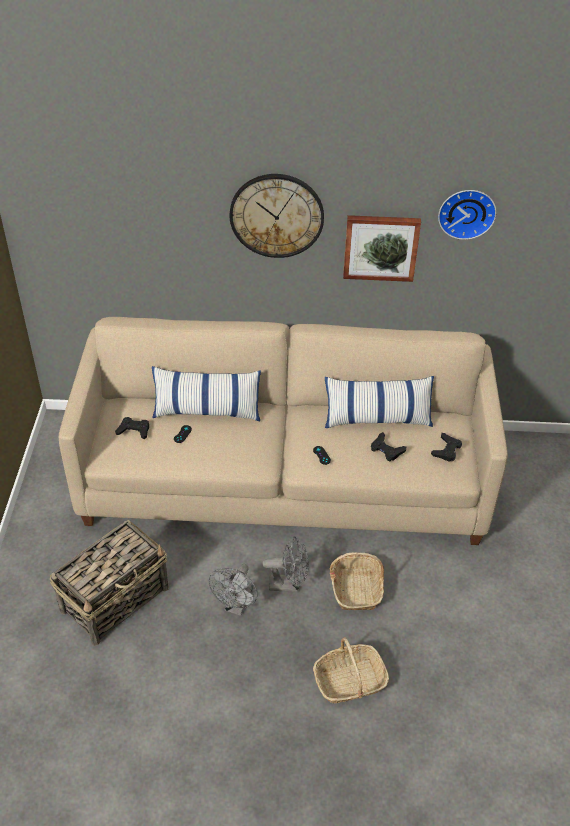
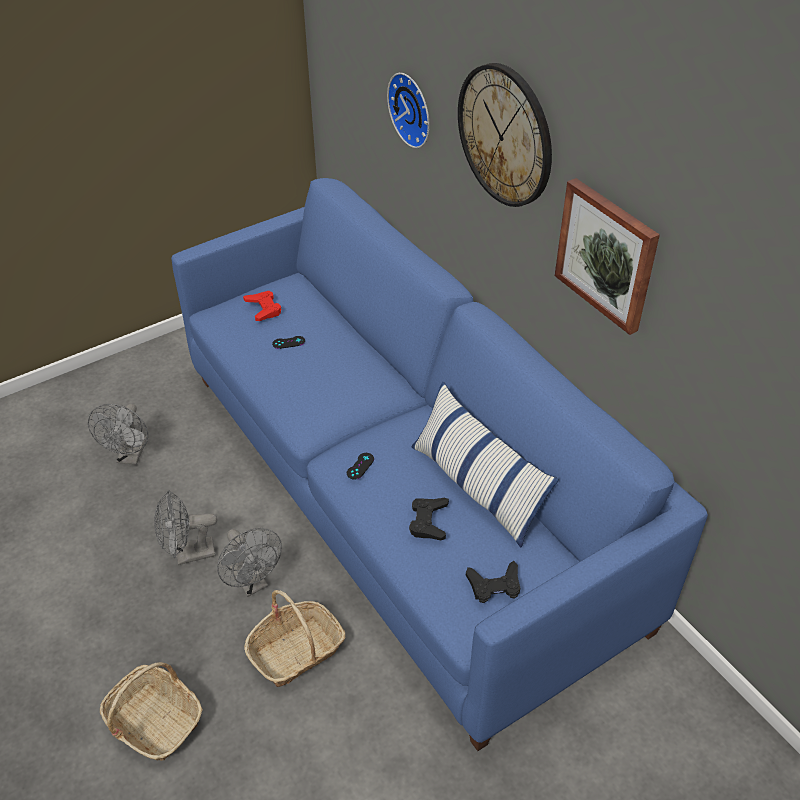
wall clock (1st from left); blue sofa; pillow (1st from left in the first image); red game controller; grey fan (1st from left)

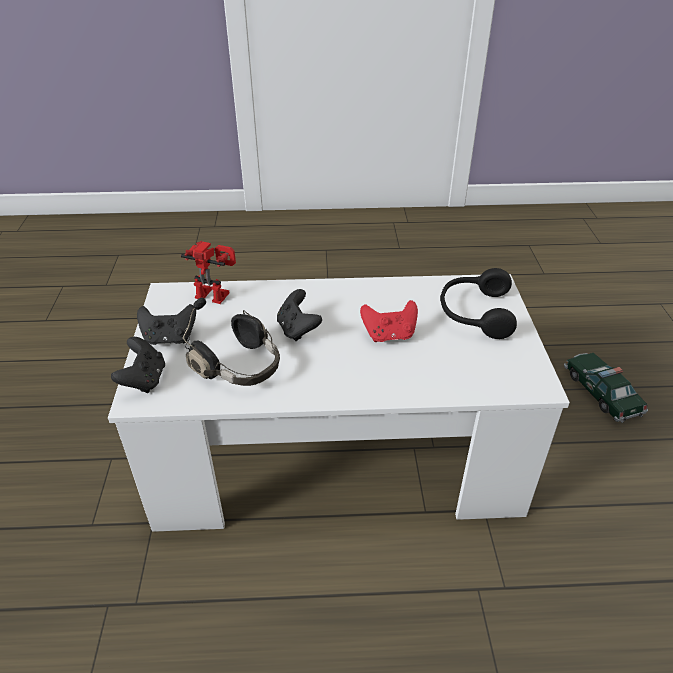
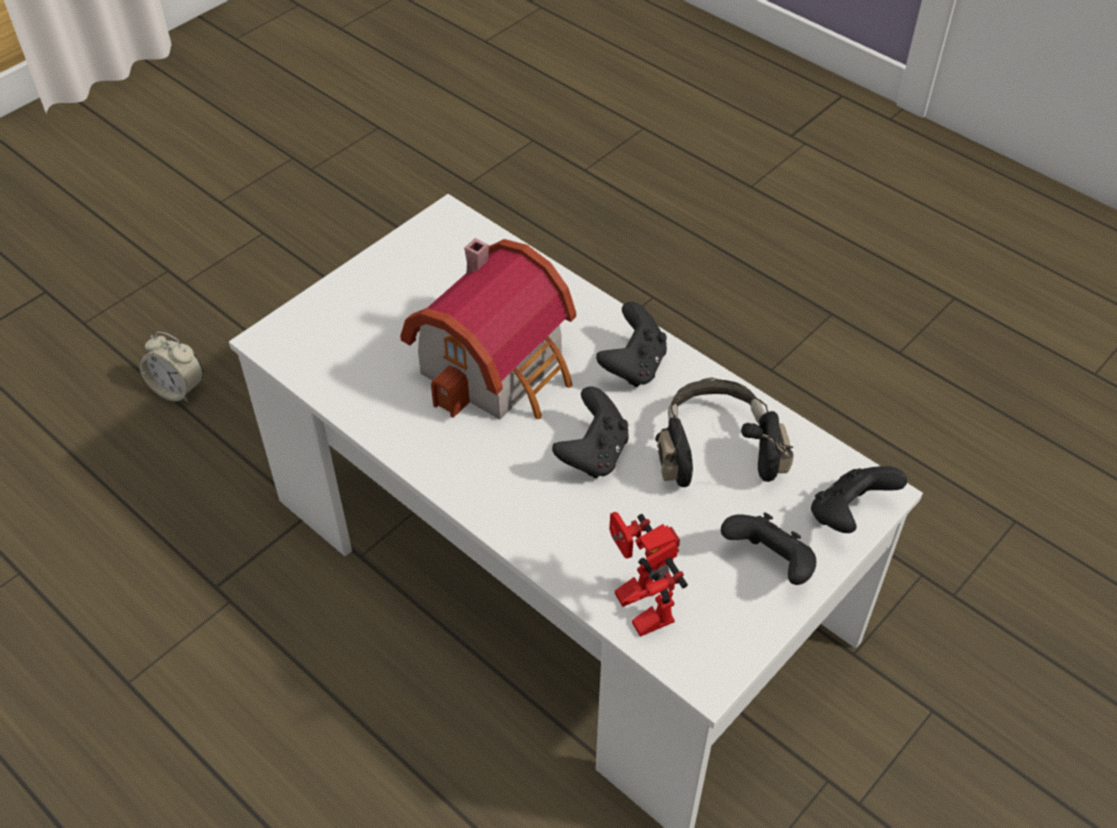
black headphones (2nd from left in the first image); toy house; alarm clock; black game controller (2nd from left)

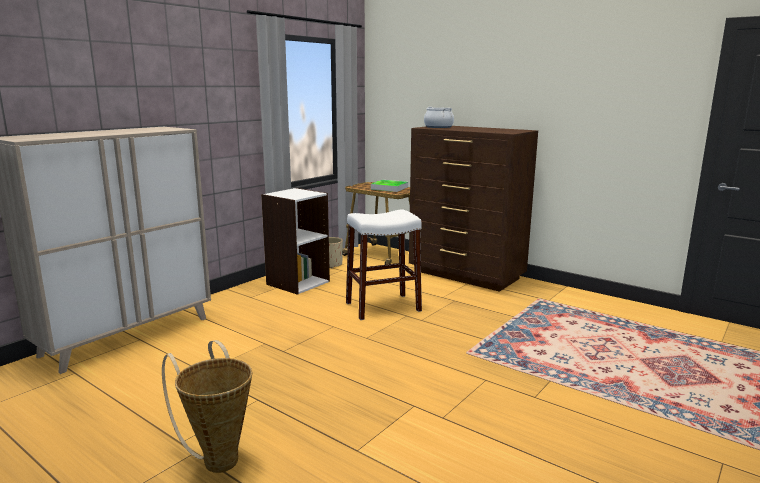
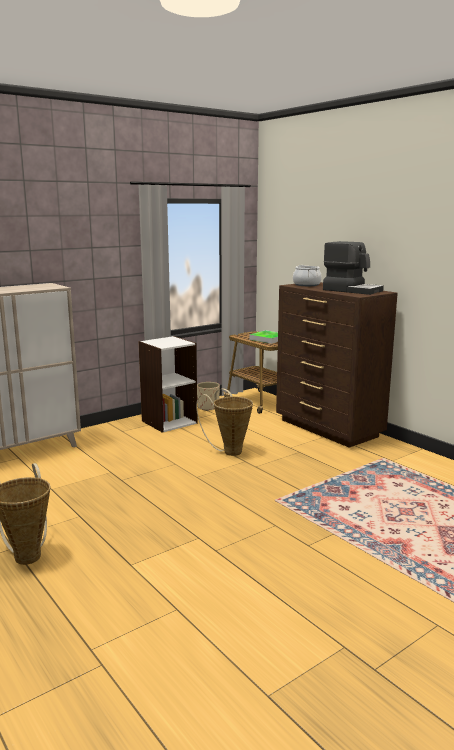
basket (2nd from left); coffee machine

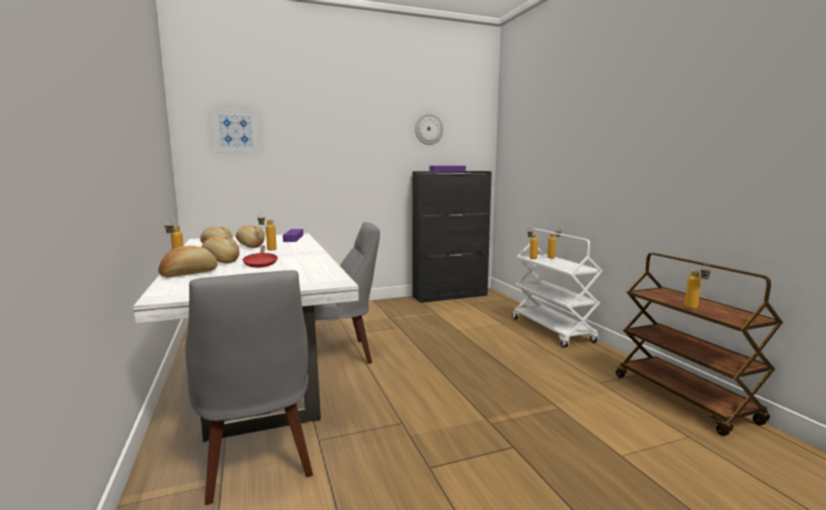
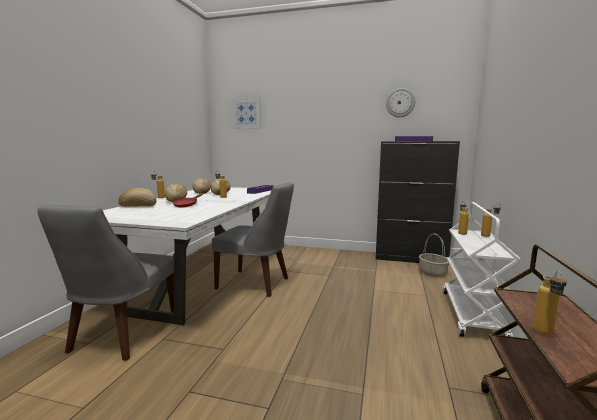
basket

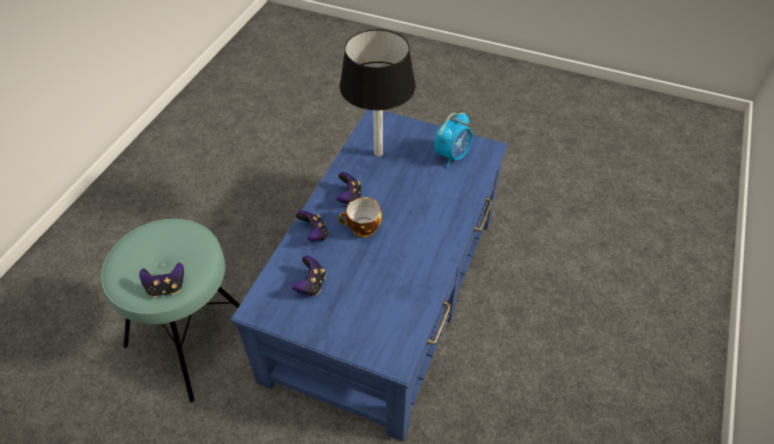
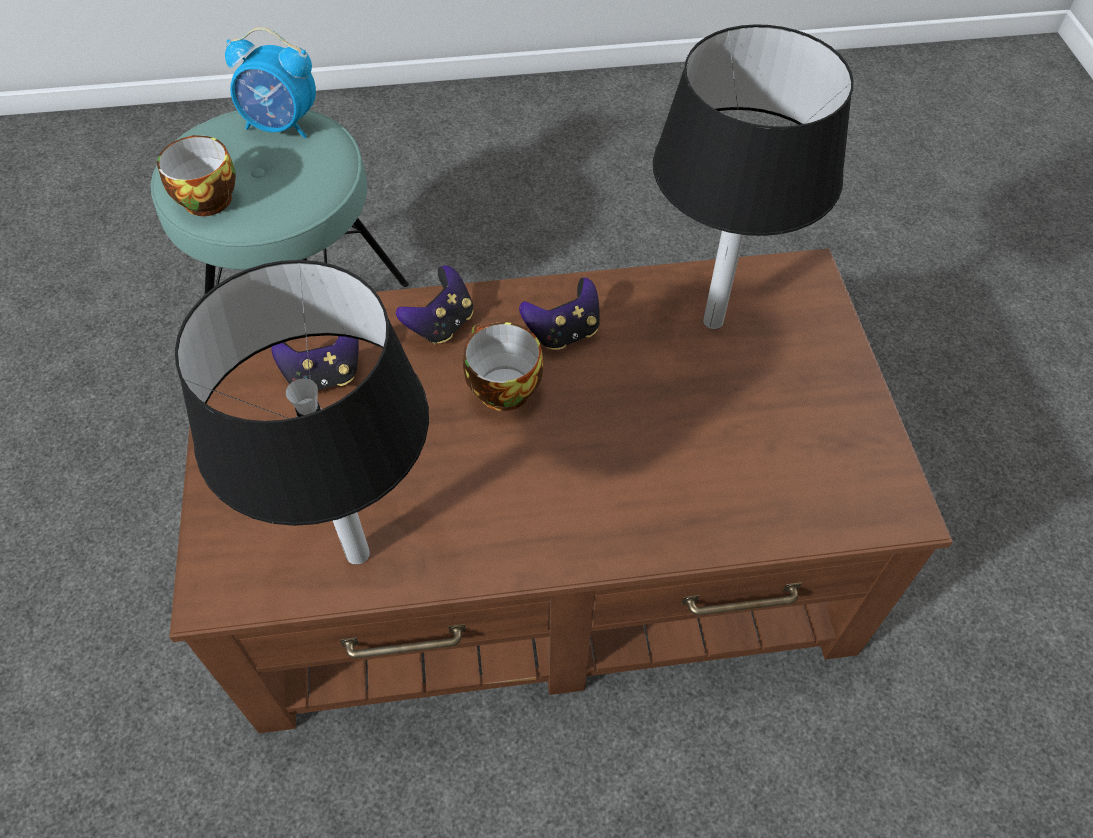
brown coffee table; alarm clock; cup (1st from left); black table lamp (1st from left)

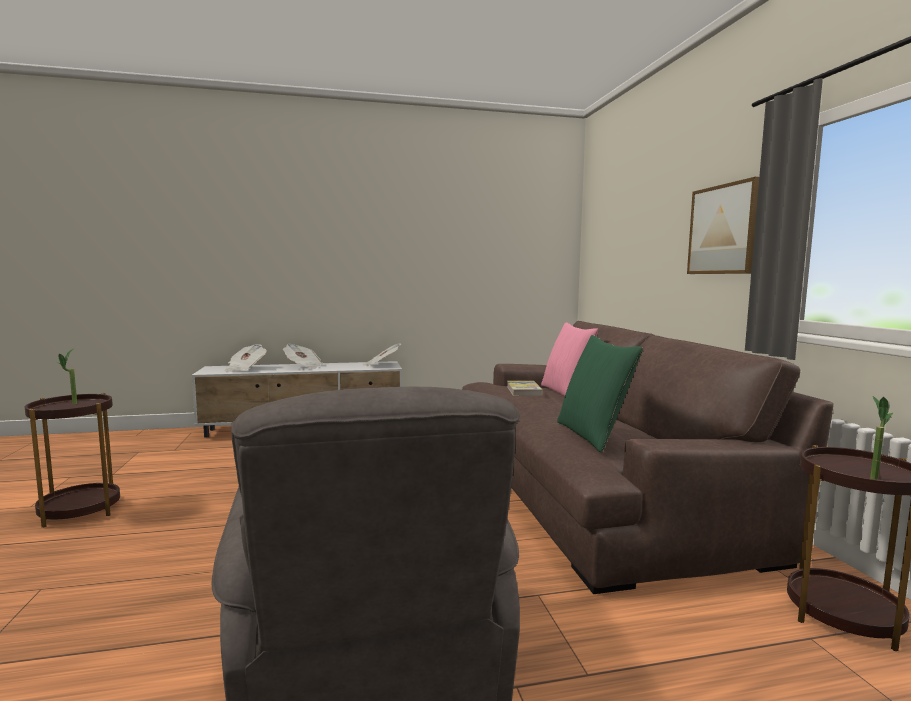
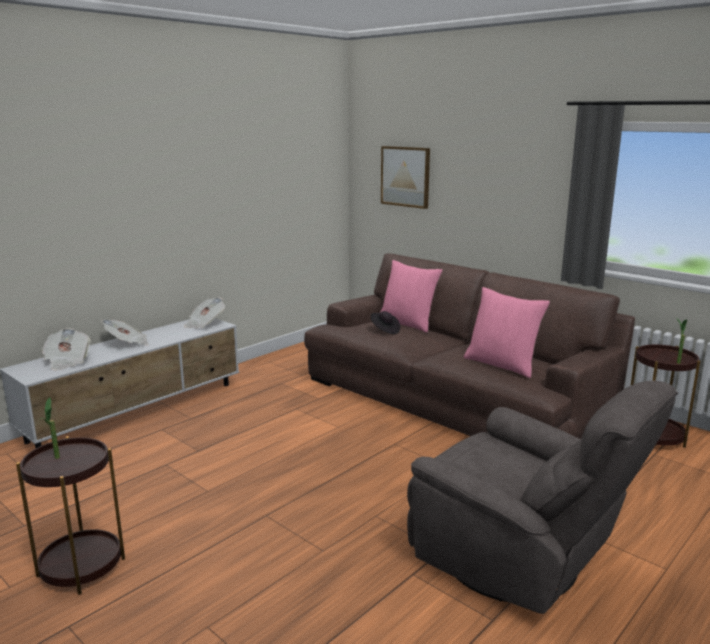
picture; pink pillow (2nd from left); black hat

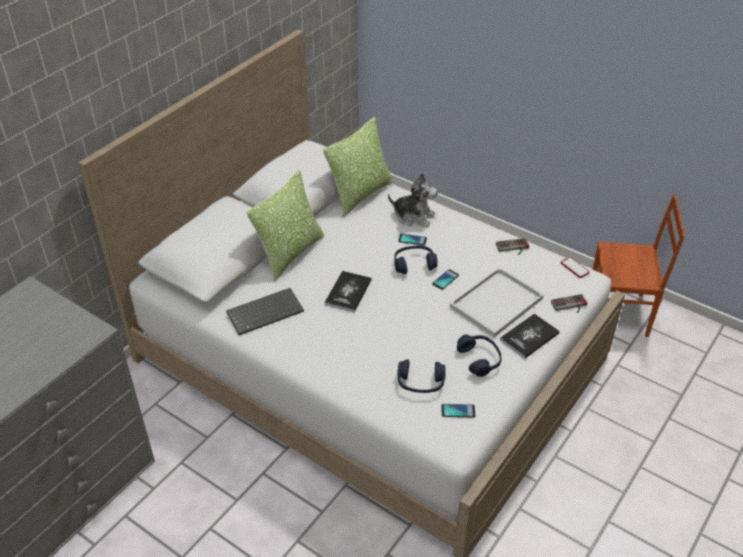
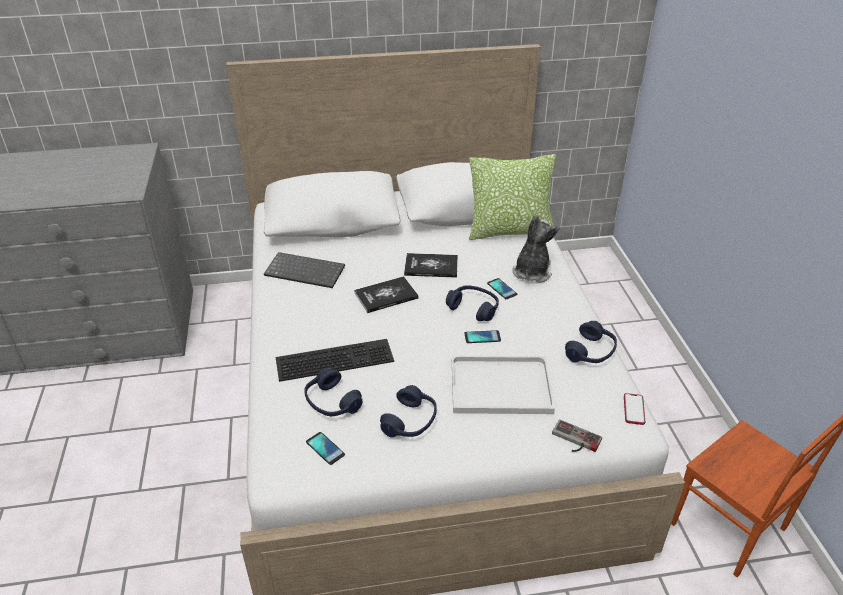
pillow (1st from left in the first image); plush toy; blue headphones (4th from left); book (2nd from left); keyboard (2nd from left)

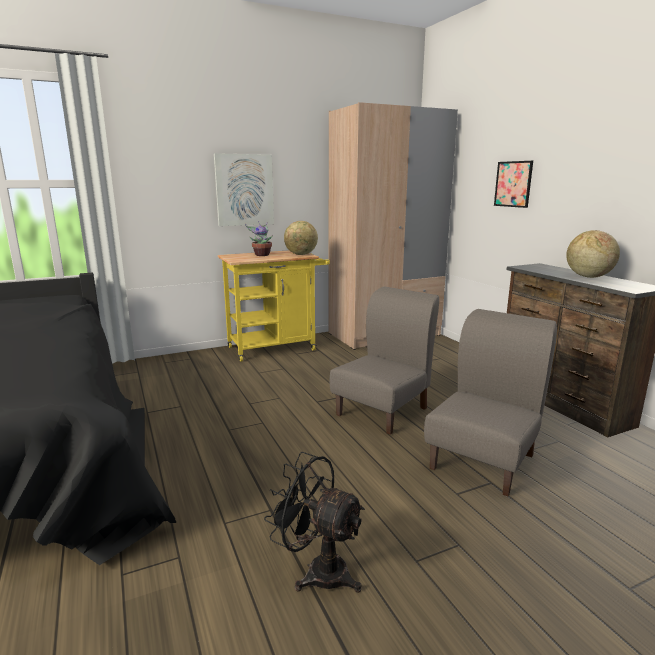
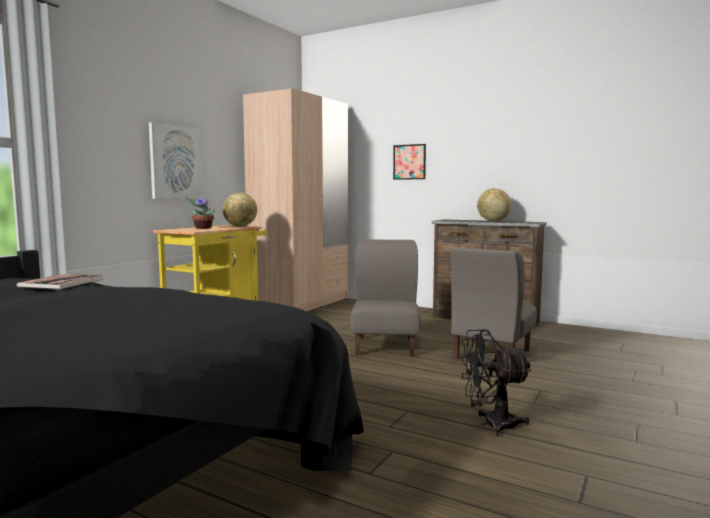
grey chair (2nd from left); book

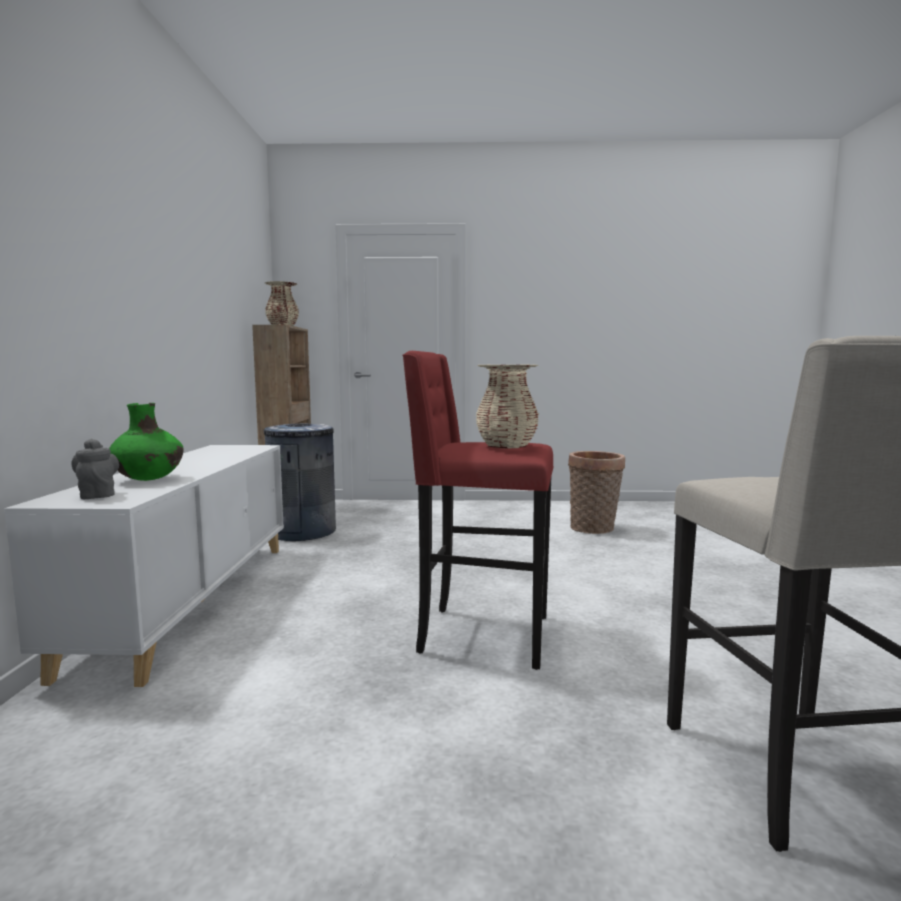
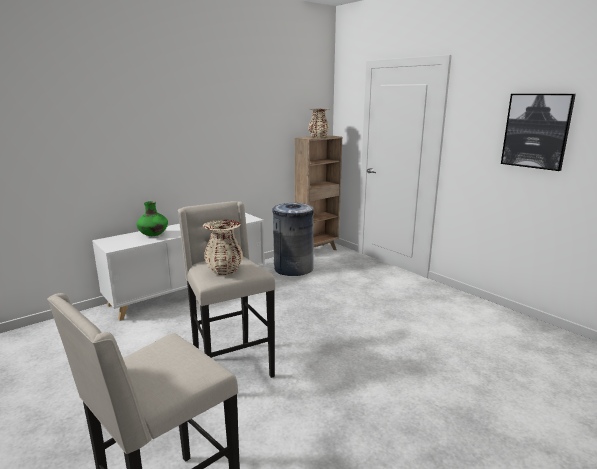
beige stool (2nd from left); grey teapot; basket; picture

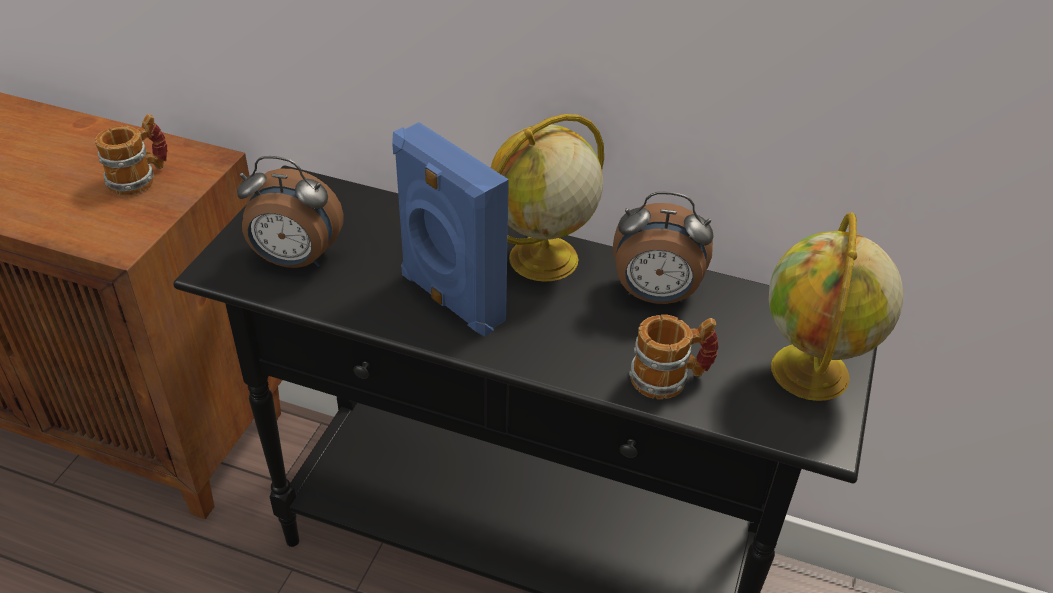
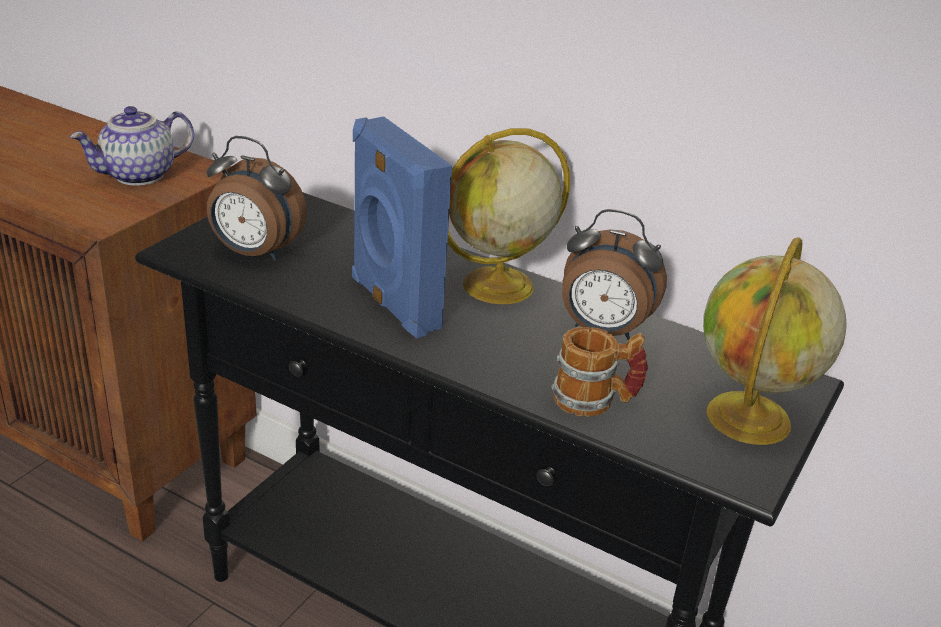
teapot

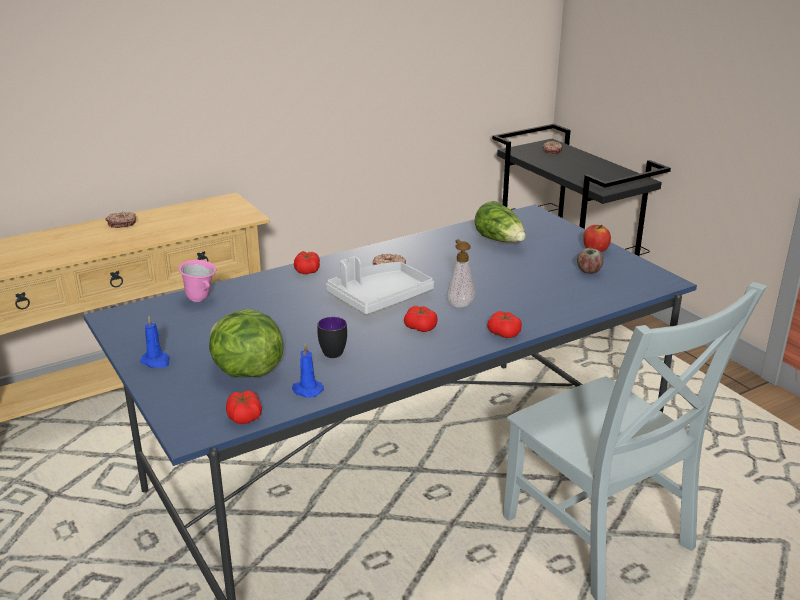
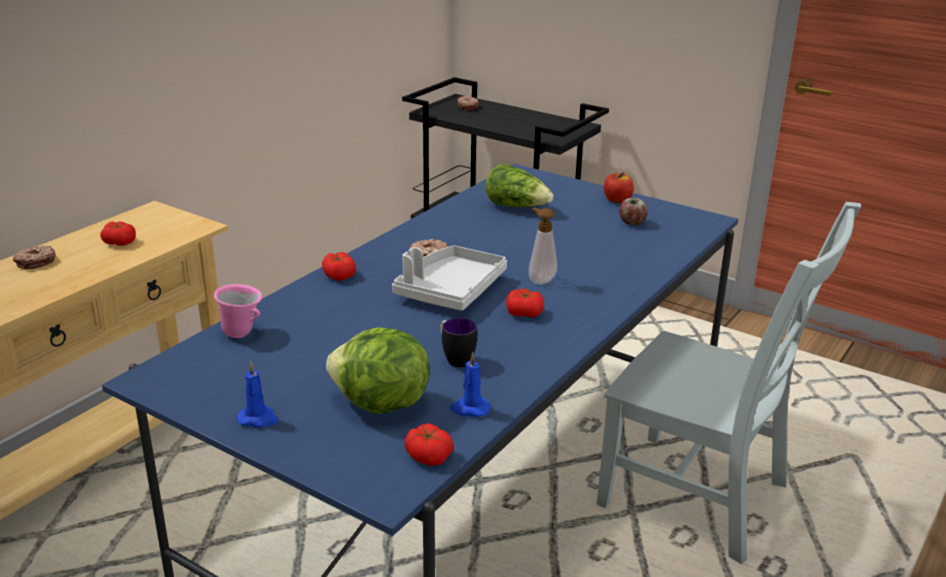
tomato (1st from left)

